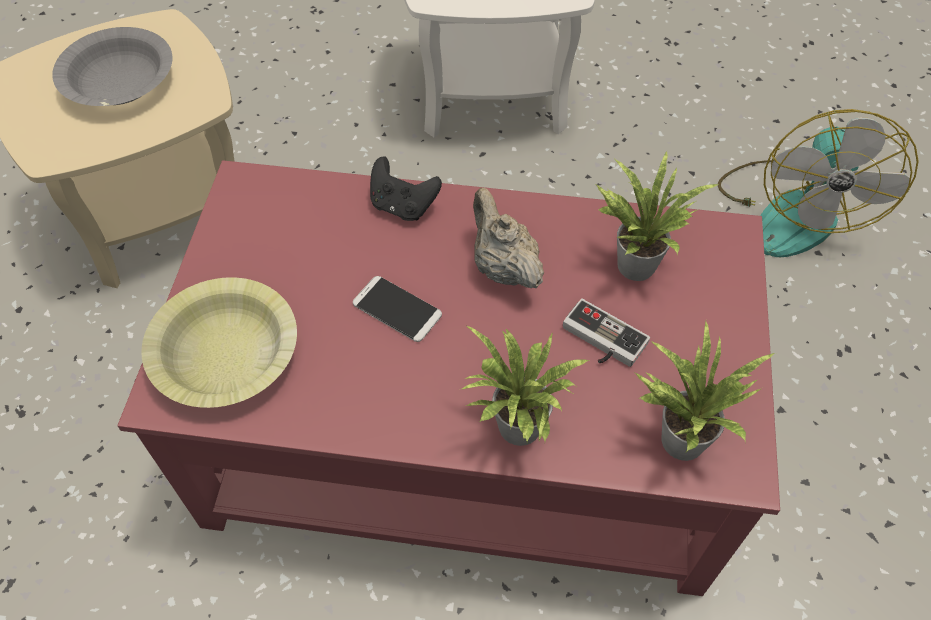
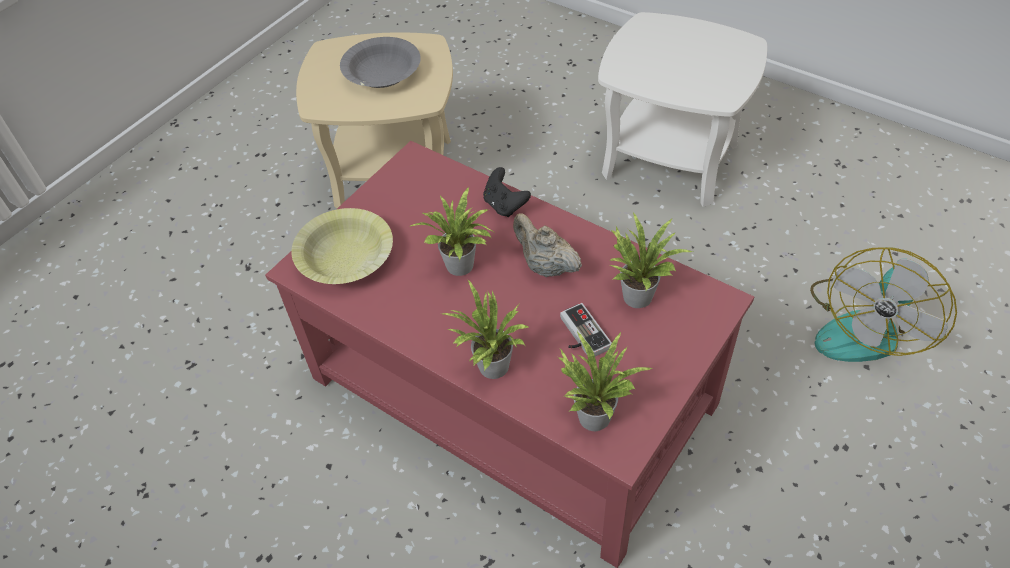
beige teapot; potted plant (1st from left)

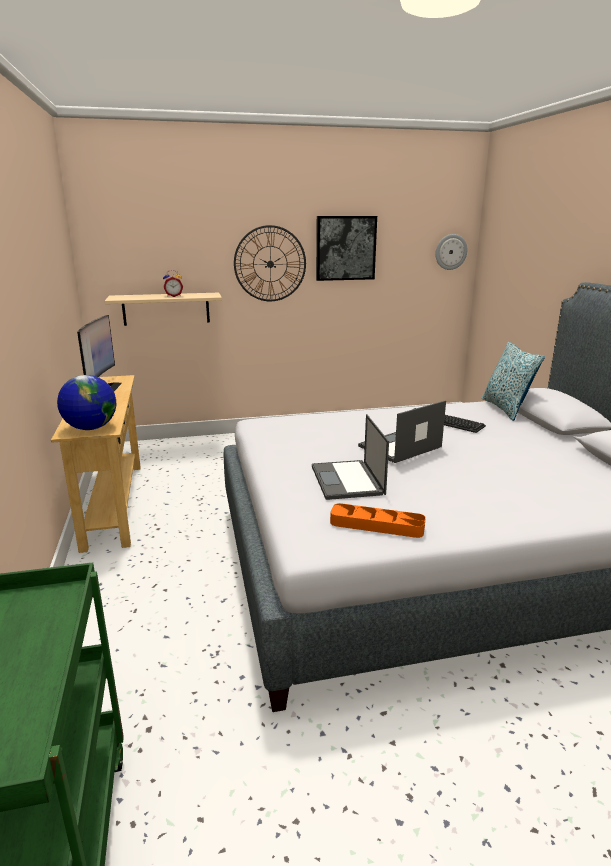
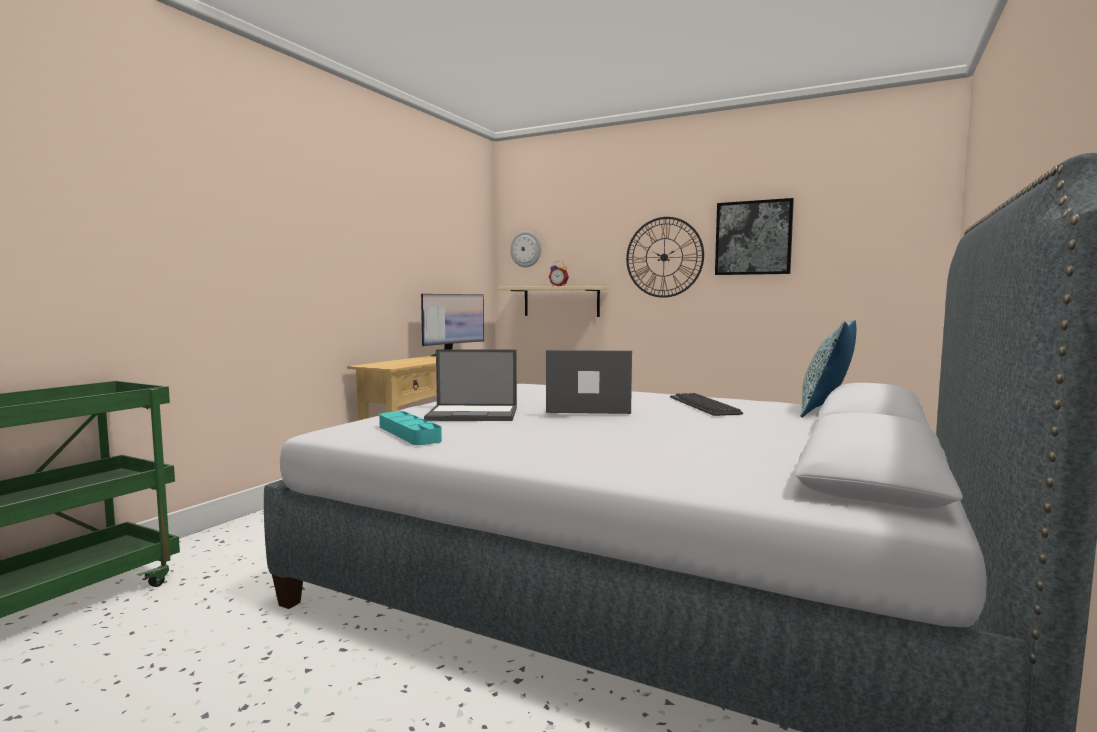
wall clock (1st from left); globe; laptop (1st from left); turquoise tray

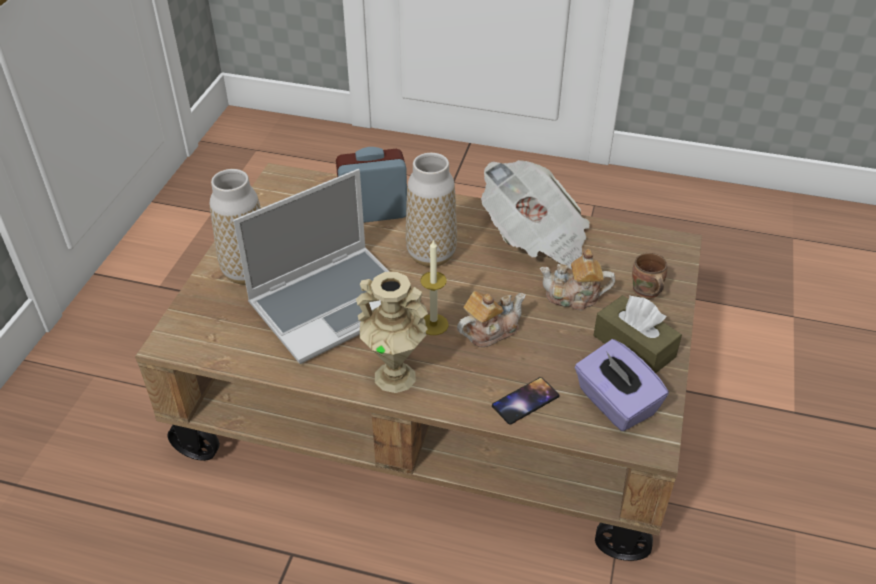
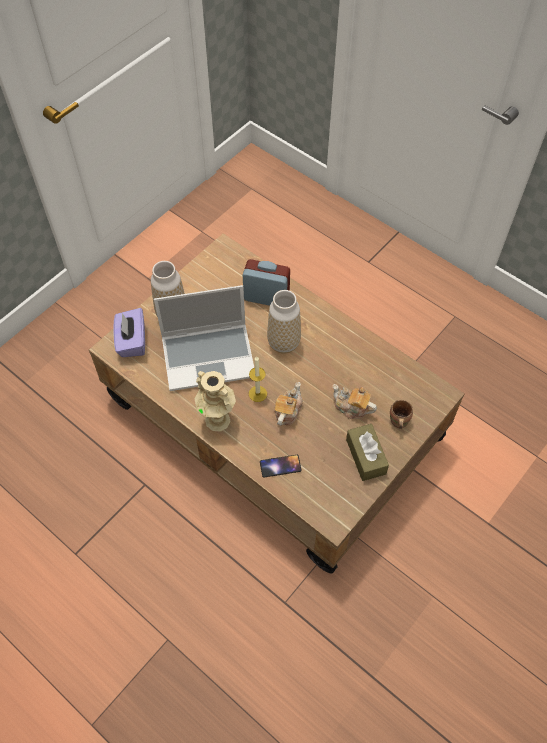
newspaper; teapot (1st from left); purple tissue box

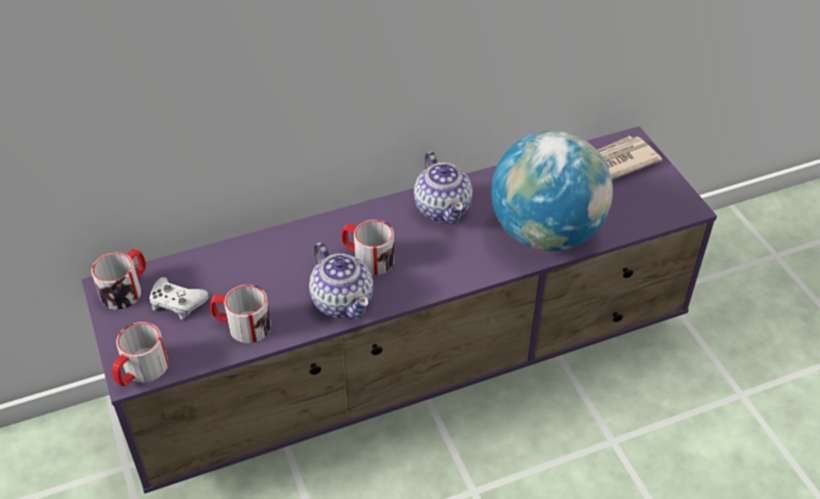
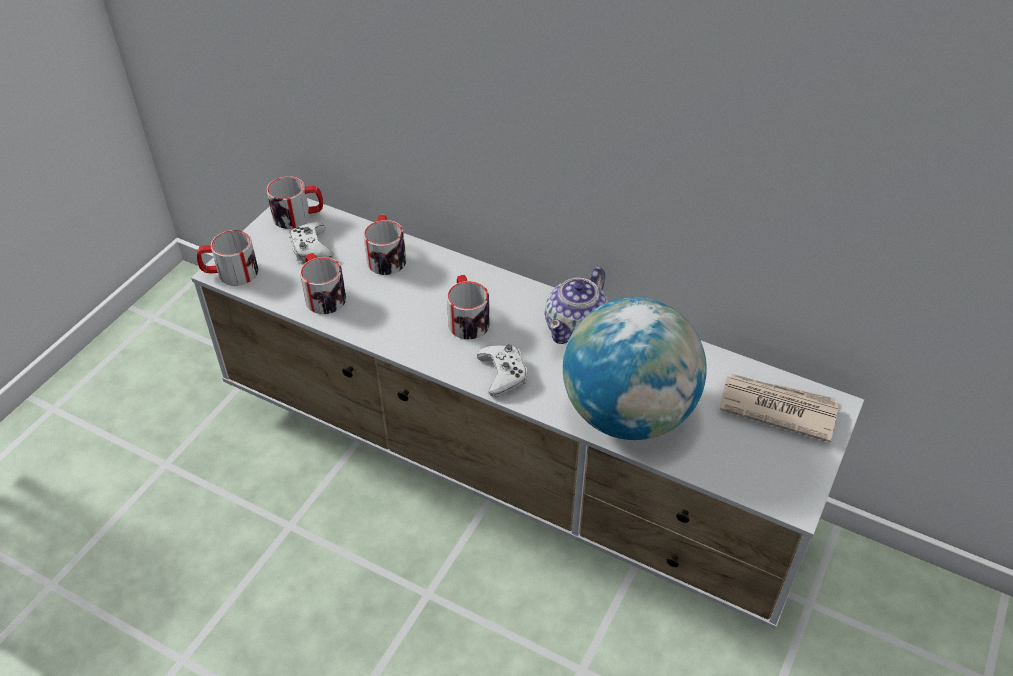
white tv stand; teapot (1st from left in the first image); mug (4th from left); white game controller (2nd from left)

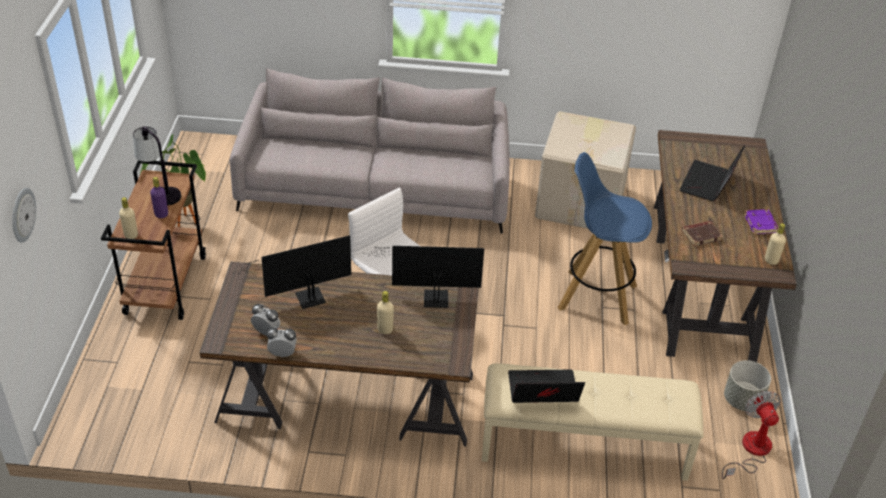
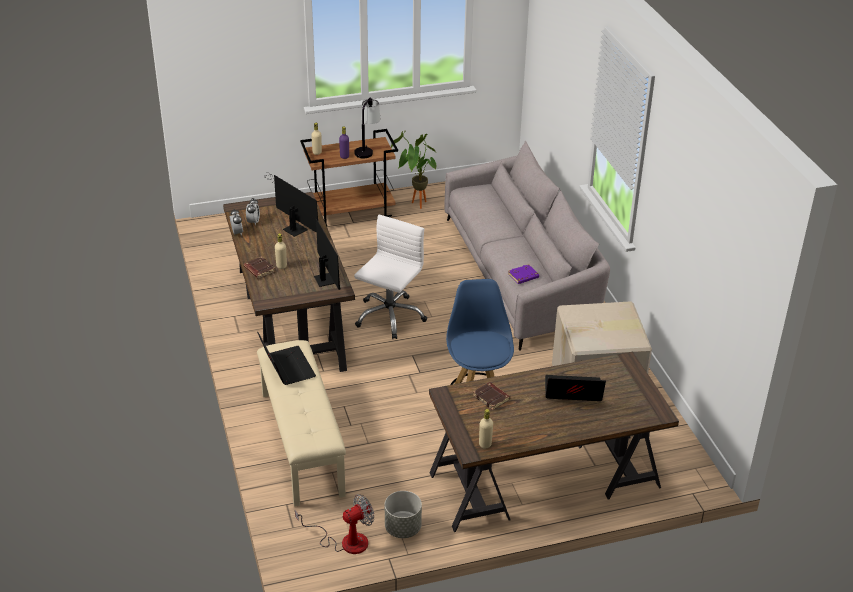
wall clock; purple book; brown book (1st from left)

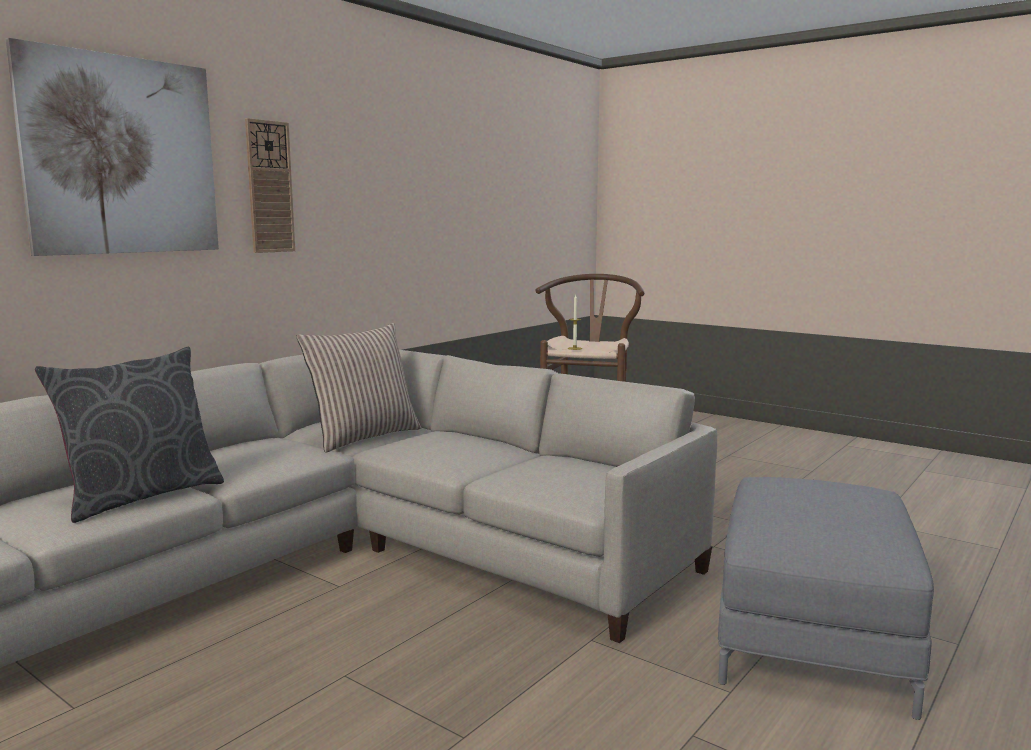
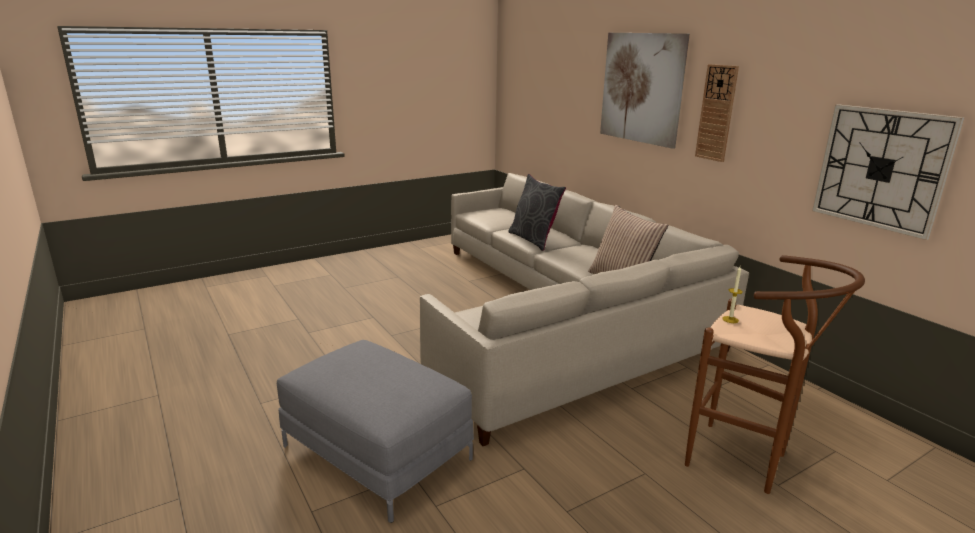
wall clock (2nd from left)

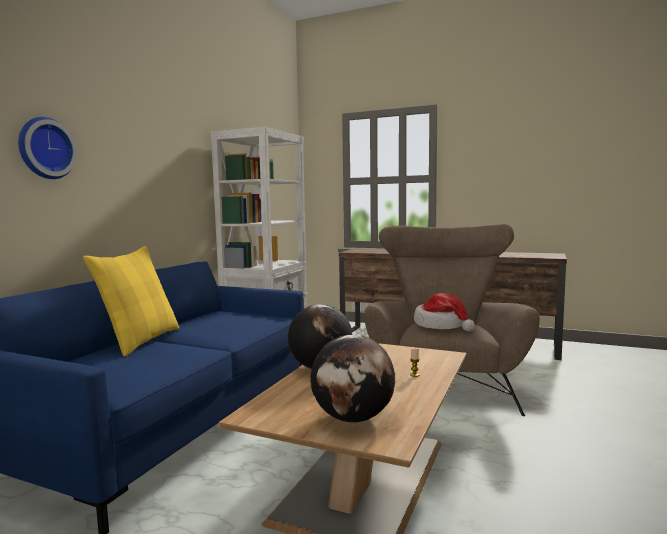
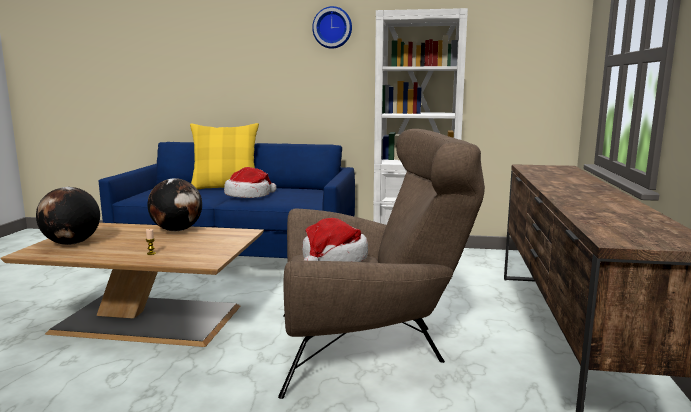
wall clock; hat (1st from left)

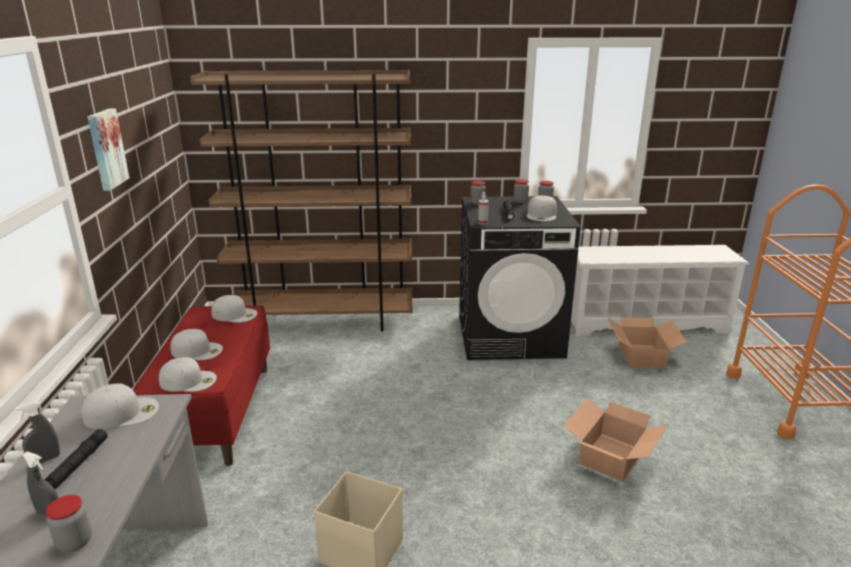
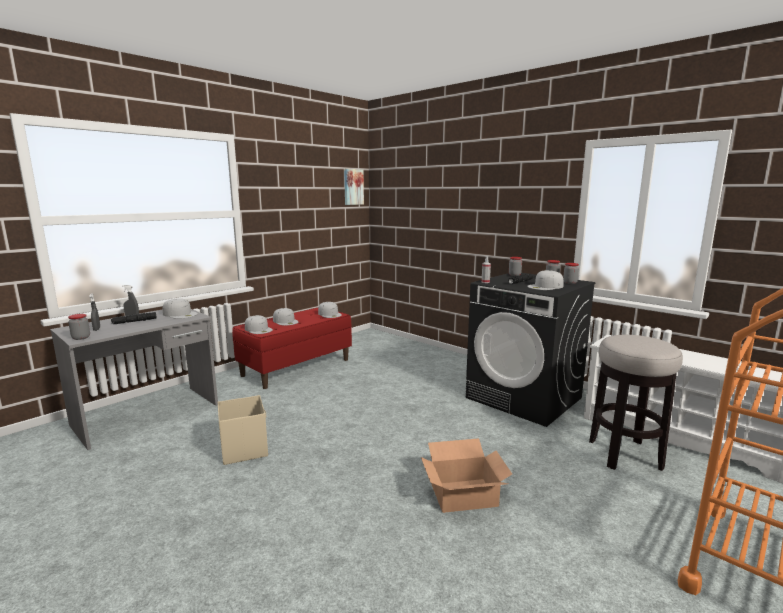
brown bookcase; picture; stool

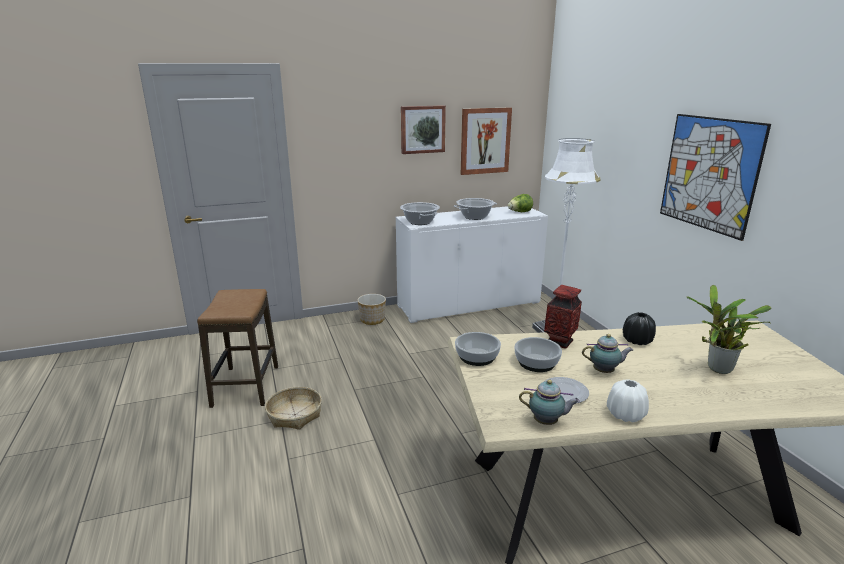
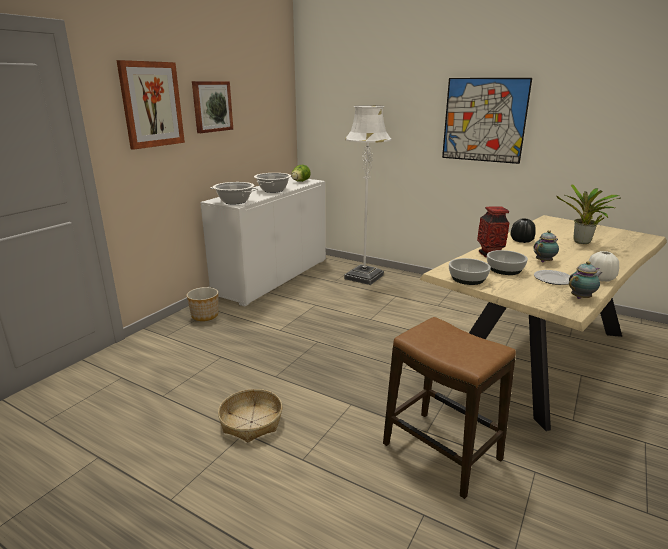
picture (1st from left); stool

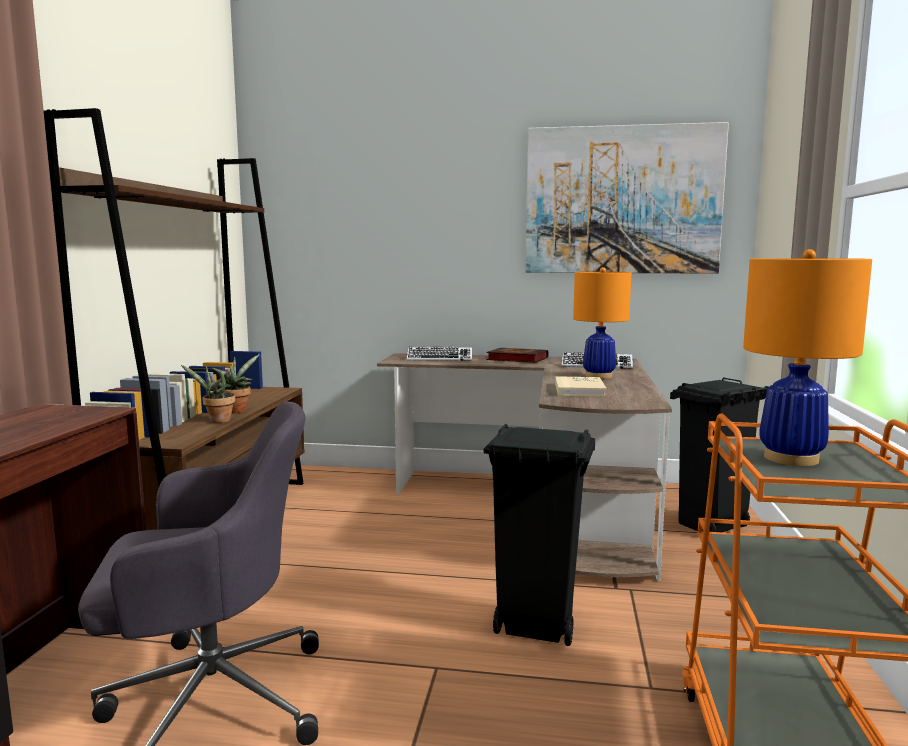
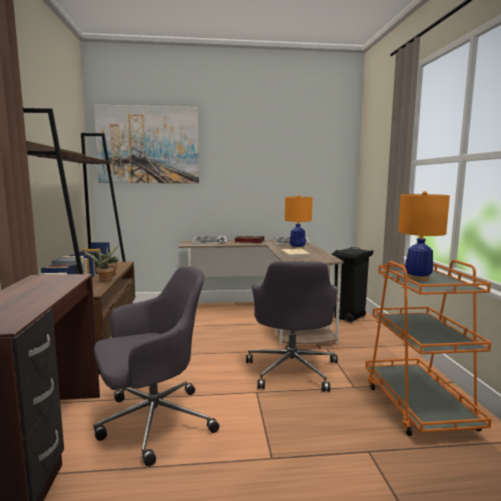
picture; grey office chair (2nd from left)

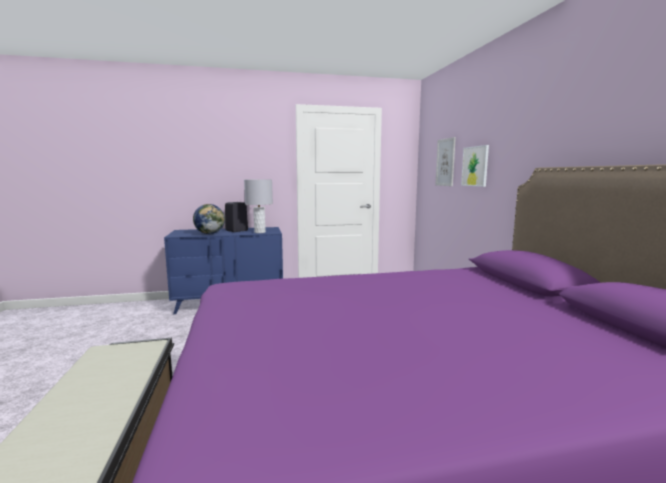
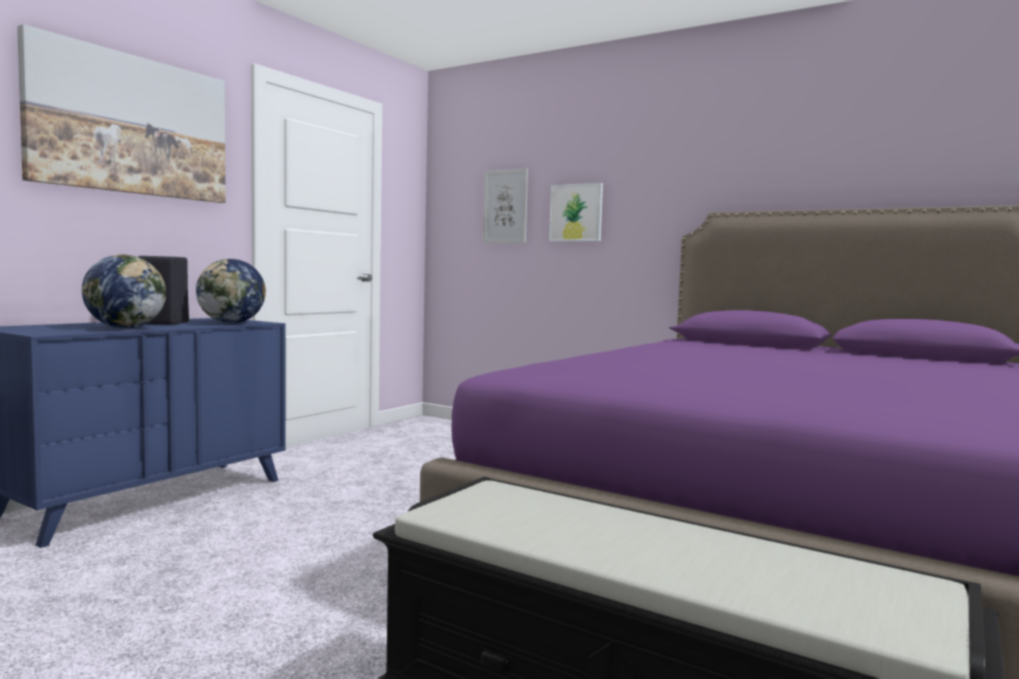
globe (2nd from left); picture (1st from left)

